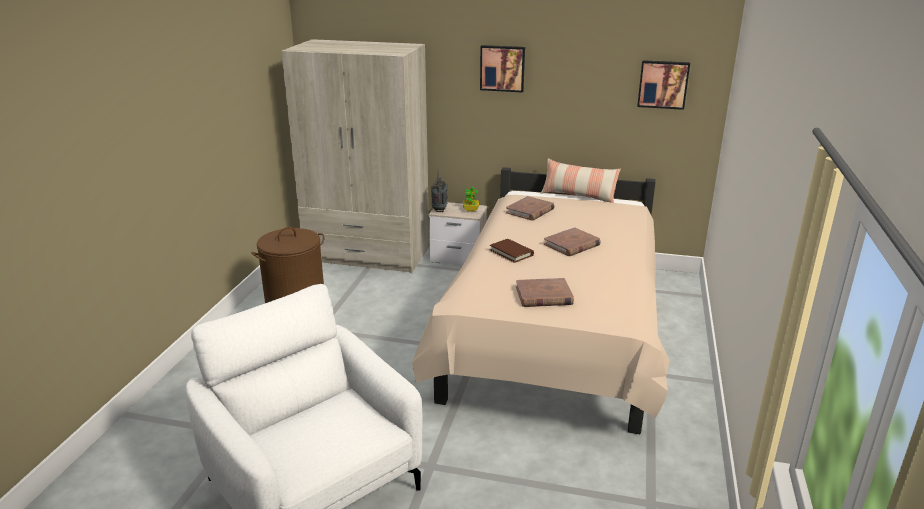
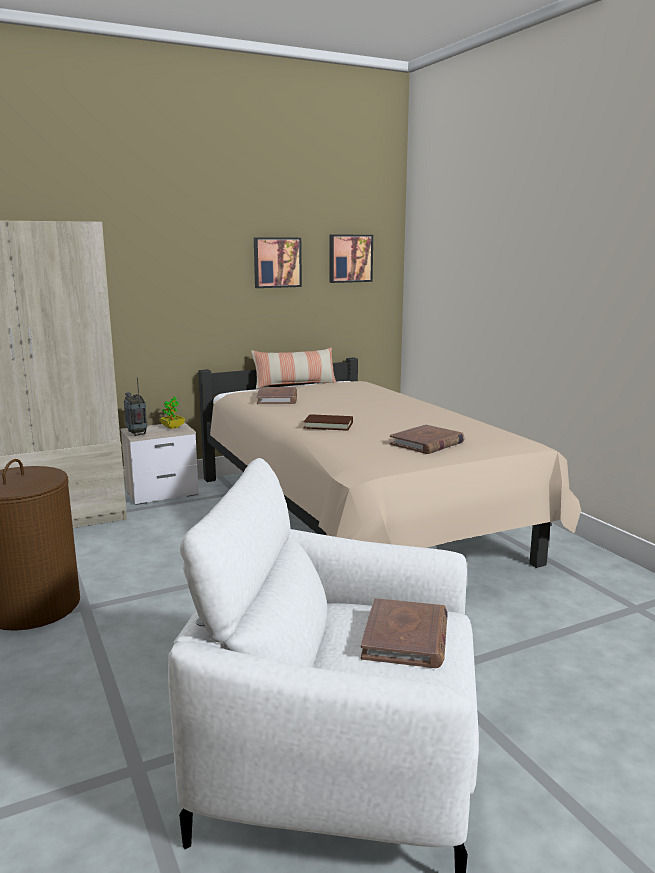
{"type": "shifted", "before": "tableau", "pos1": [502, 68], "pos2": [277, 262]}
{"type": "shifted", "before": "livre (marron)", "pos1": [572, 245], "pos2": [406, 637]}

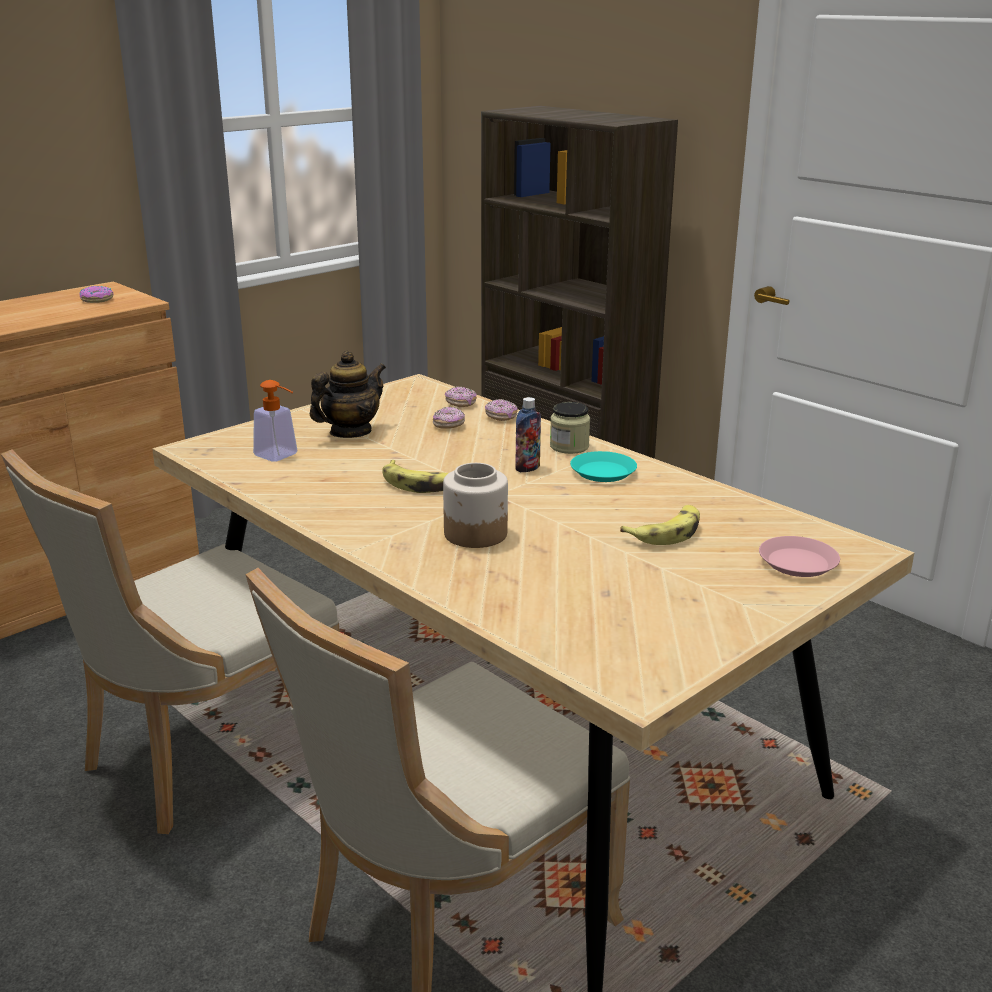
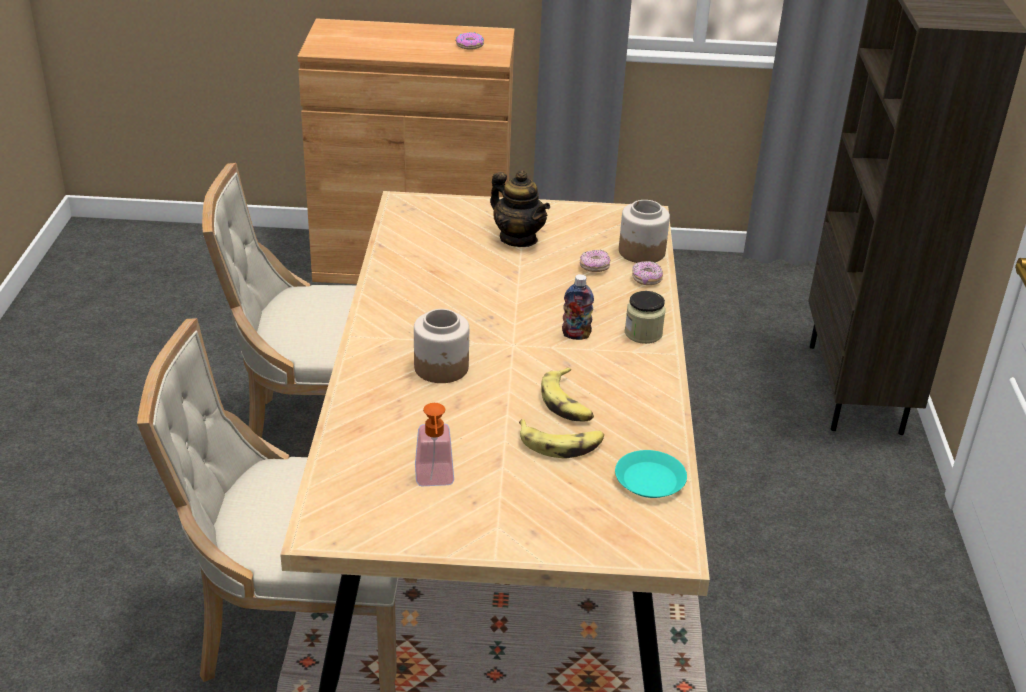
{"type": "shifted", "before": "distributeur de savon", "pos1": [281, 456], "pos2": [434, 481]}
{"type": "rotated", "before": "théière", "pos1": [350, 432], "pos2": [518, 239], "turn": 45}
{"type": "shifted", "before": "banane", "pos1": [421, 484], "pos2": [567, 403]}
{"type": "shifted", "before": "assiette (turquoise)", "pos1": [603, 472], "pos2": [650, 480]}
{"type": "swapped", "before": "beignet", "after": "bocal", "pos1": [461, 404], "pos2": [641, 251]}
{"type": "gone", "before": "assiette (rose)", "pos1": [798, 562]}

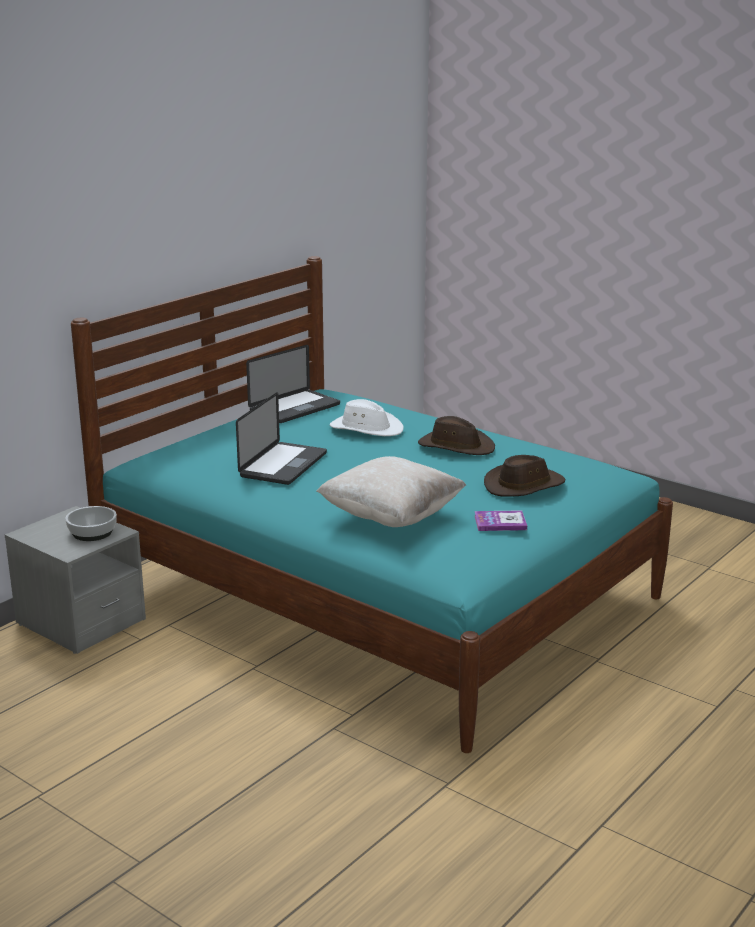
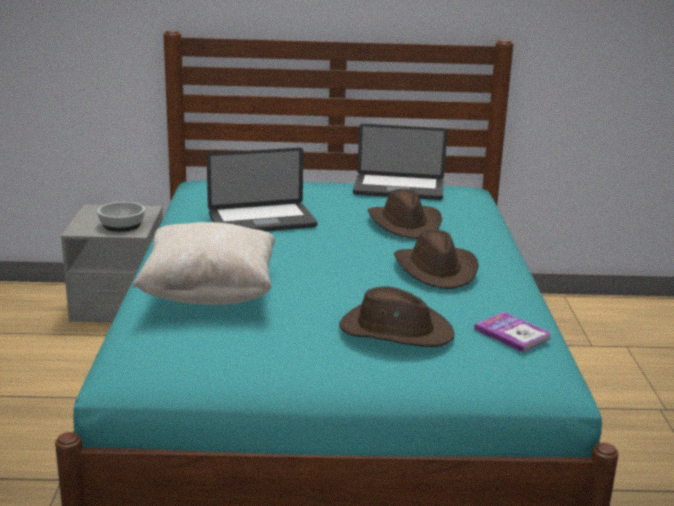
{"type": "repainted", "before": "chapeau (blanc)", "after": "chapeau (marron)", "pos1": [366, 428], "pos2": [405, 224]}
{"type": "shifted", "before": "livre", "pos1": [500, 522], "pos2": [512, 334]}

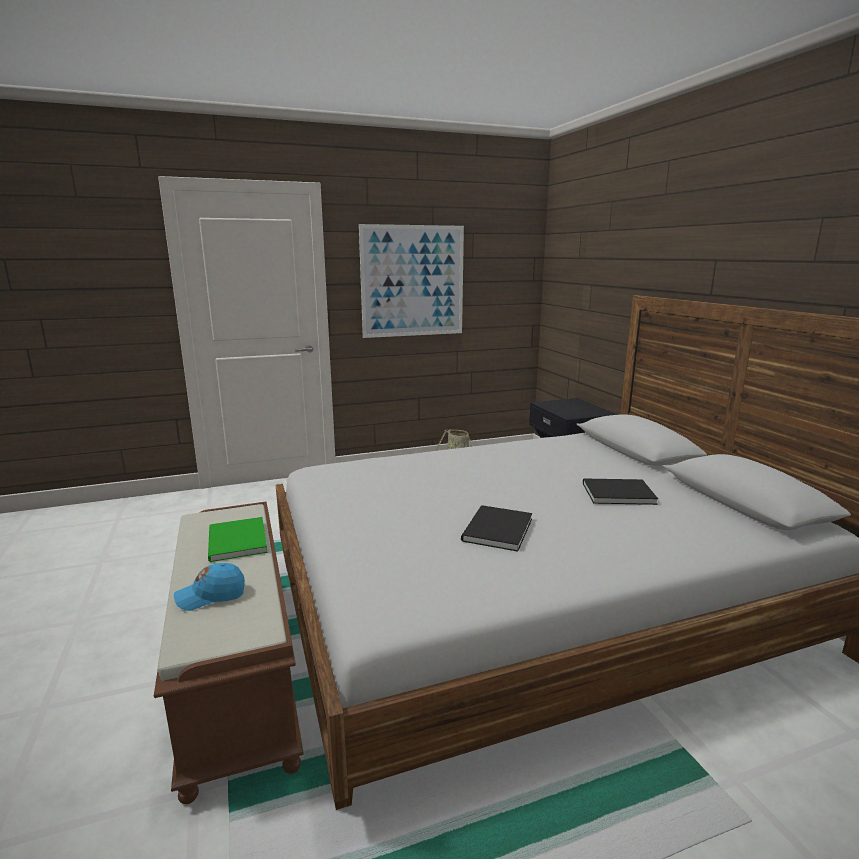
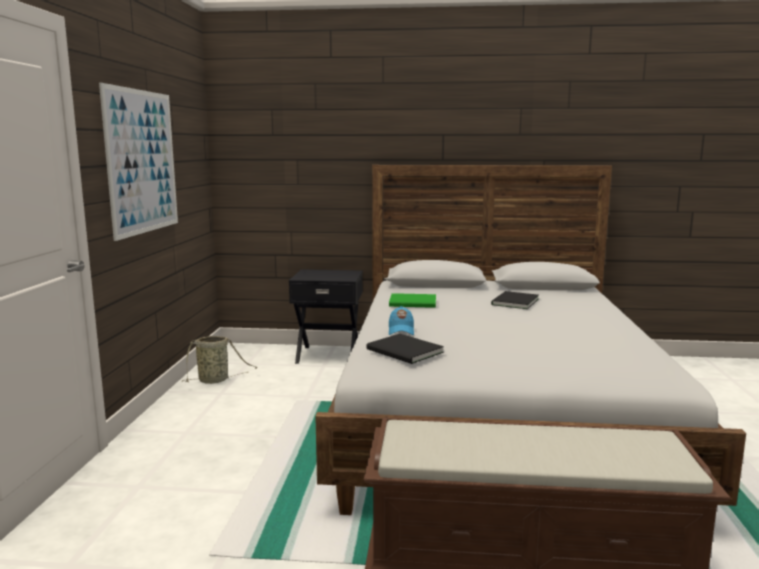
{"type": "shifted", "before": "livre (noir)", "pos1": [495, 530], "pos2": [405, 351]}
{"type": "shifted", "before": "livre (vert)", "pos1": [235, 542], "pos2": [414, 303]}
{"type": "shifted", "before": "casquette (bleu)", "pos1": [211, 596], "pos2": [401, 331]}

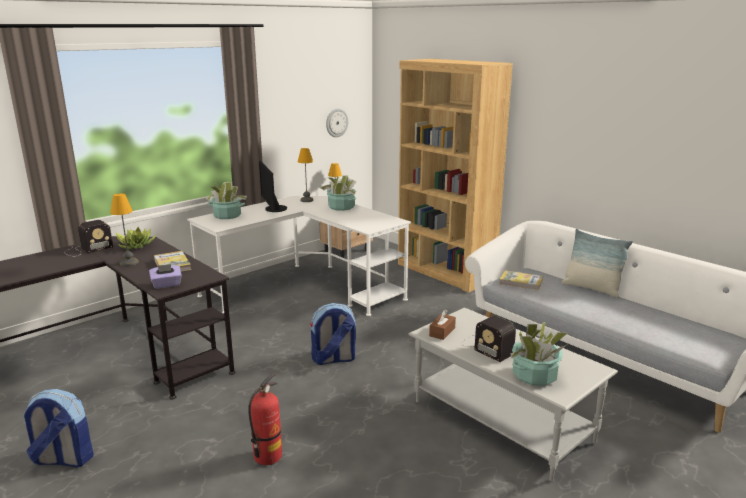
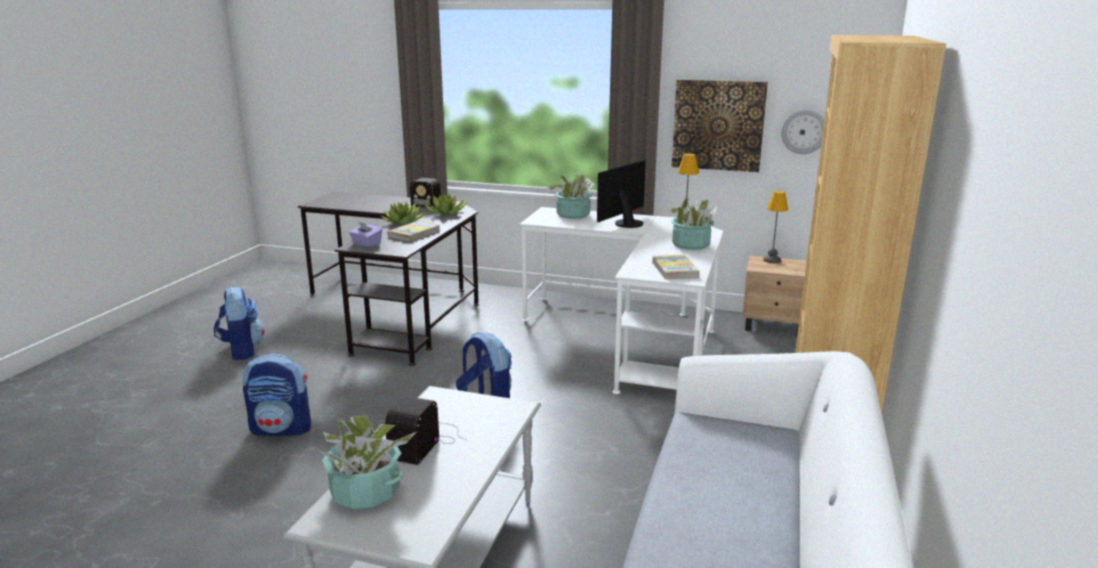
{"type": "swapped", "before": "extincteur", "after": "sac à dos", "pos1": [267, 456], "pos2": [282, 429]}
{"type": "swapped", "before": "lampe de table", "after": "plante en pot", "pos1": [129, 263], "pos2": [404, 221]}
{"type": "shifted", "before": "livre", "pos1": [521, 282], "pos2": [674, 270]}
{"type": "new", "after": "tableau", "pos2": [718, 125]}
{"type": "gone", "before": "boîte à mouchoirs (marron)", "pos1": [442, 332]}
{"type": "gone", "before": "coussin", "pos1": [591, 288]}

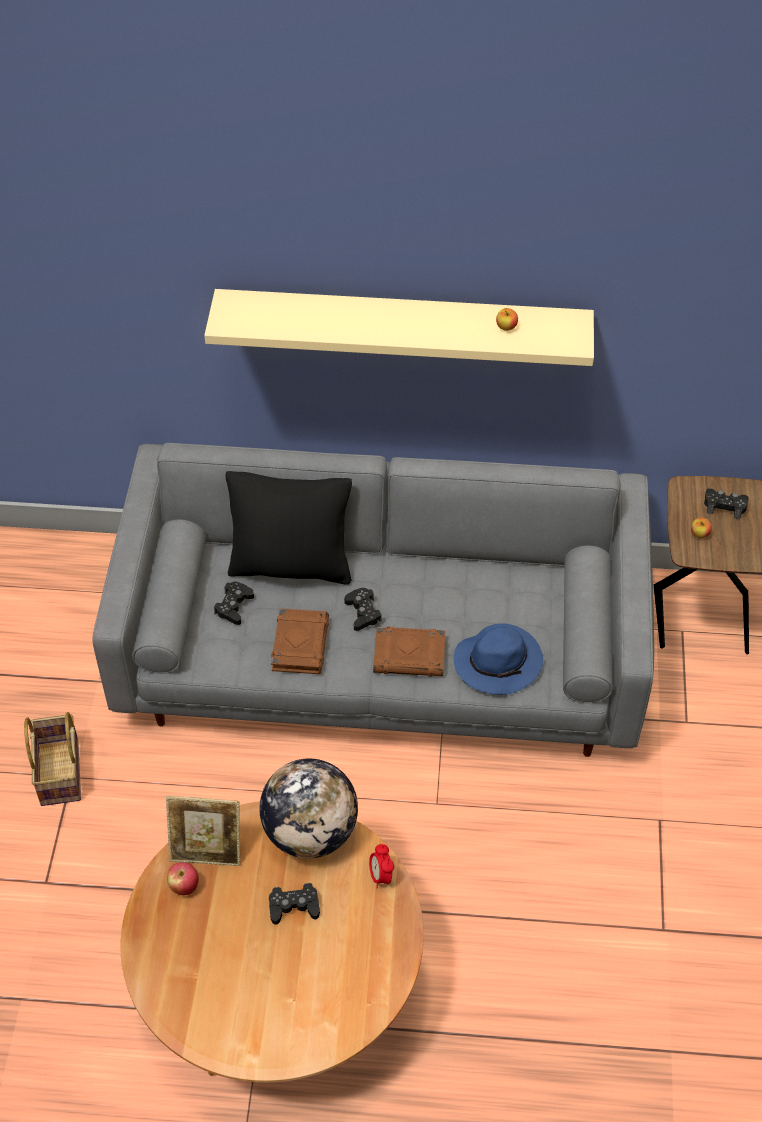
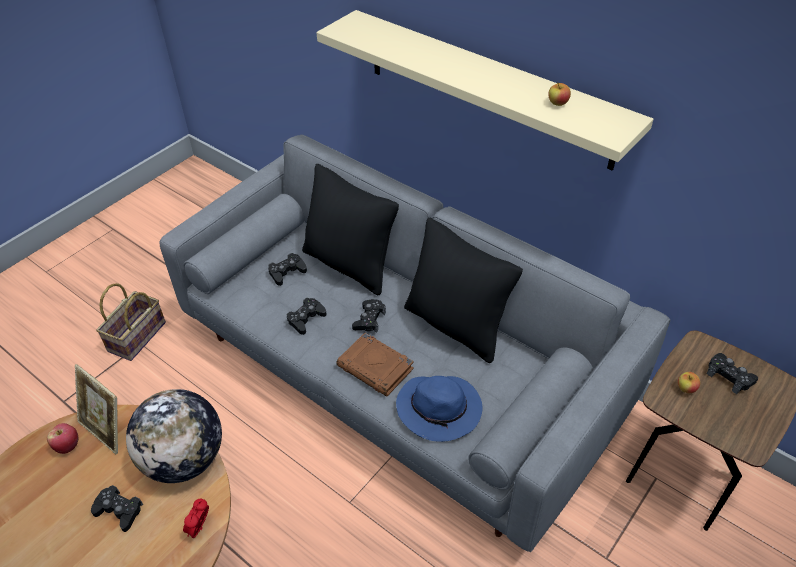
{"type": "swapped", "before": "livre (marron)", "after": "manette (noir)", "pos1": [300, 644], "pos2": [306, 319]}
{"type": "new", "after": "coussin (noir)", "pos2": [456, 326]}

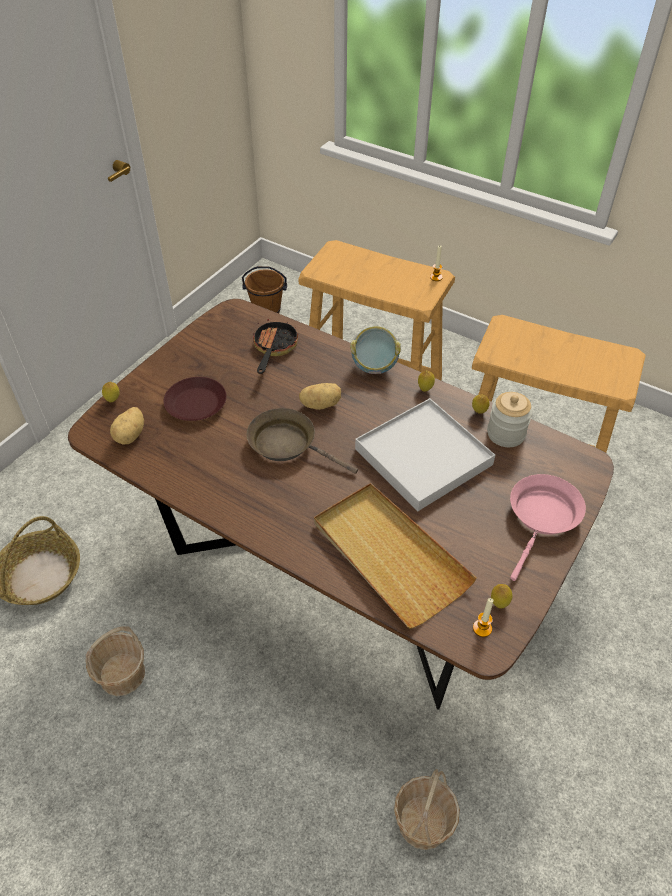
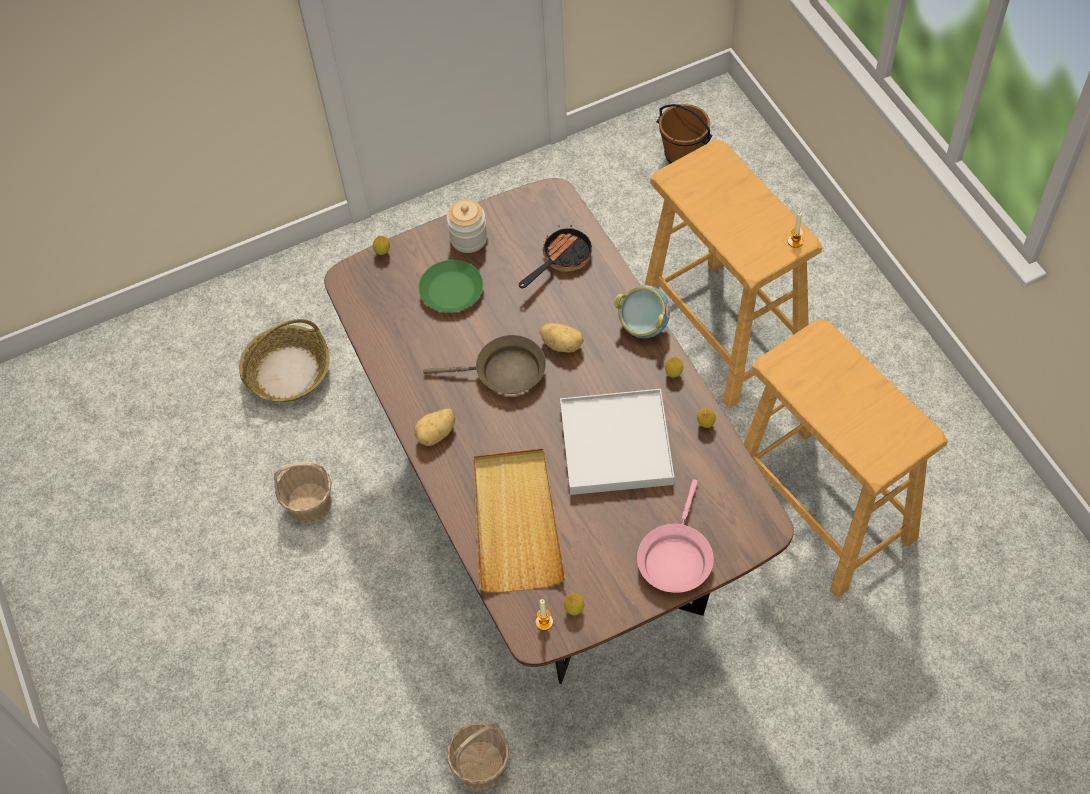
{"type": "shifted", "before": "pomme de terre", "pos1": [131, 435], "pos2": [437, 434]}
{"type": "repainted", "before": "assiette (marron)", "after": "assiette (vert)", "pos1": [196, 403], "pos2": [452, 290]}
{"type": "rotated", "before": "poêle (marron)", "pos1": [287, 444], "pos2": [504, 373], "turn": 120}
{"type": "shifted", "before": "bocal", "pos1": [506, 434], "pos2": [468, 238]}
{"type": "rotated", "before": "poêle (rose)", "pos1": [542, 518], "pos2": [675, 557], "turn": 135}

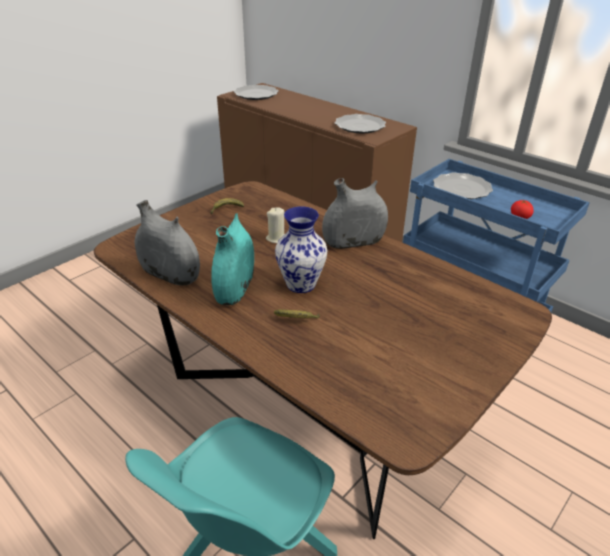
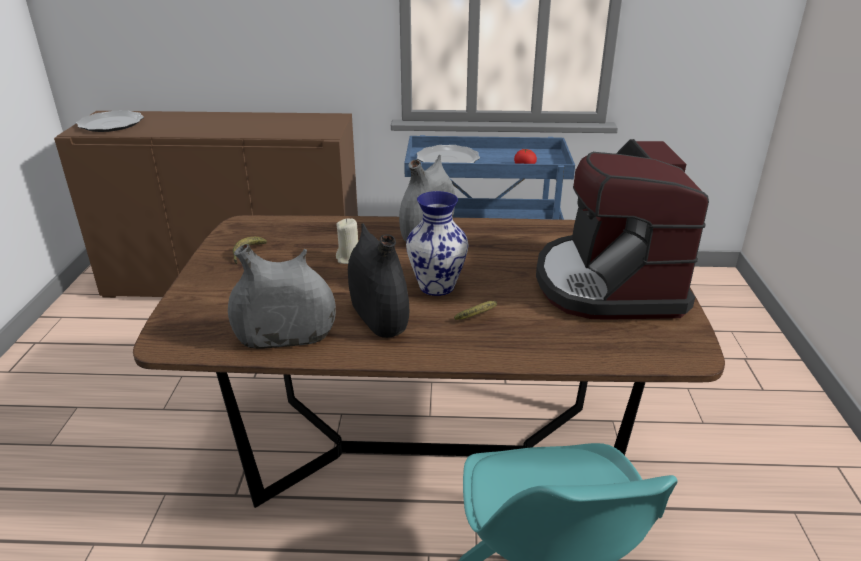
{"type": "repainted", "before": "vase (turquoise)", "after": "vase (noir)", "pos1": [235, 287], "pos2": [378, 317]}
{"type": "new", "after": "machine à café", "pos2": [608, 284]}
{"type": "gone", "before": "assiette", "pos1": [359, 126]}

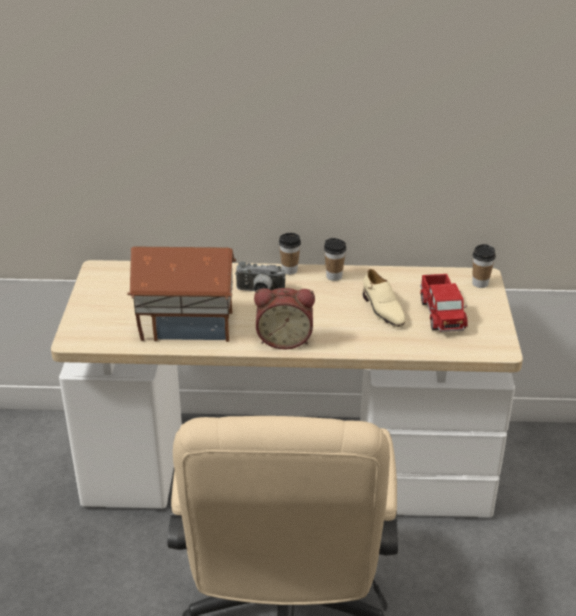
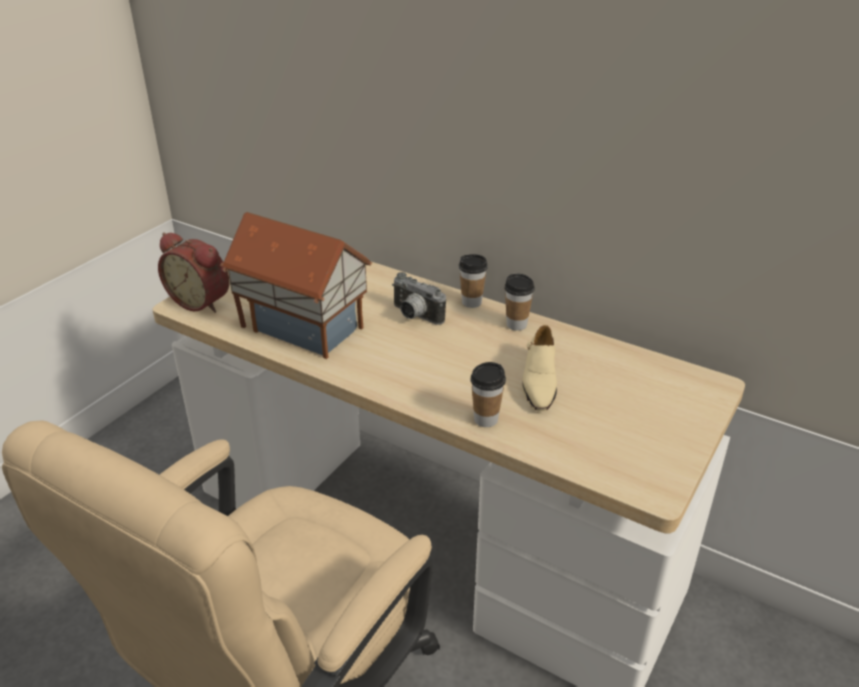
{"type": "shifted", "before": "réveil", "pos1": [284, 339], "pos2": [202, 301]}
{"type": "shifted", "before": "tasse", "pos1": [480, 283], "pos2": [486, 419]}
{"type": "gone", "before": "camion jouet", "pos1": [441, 313]}

